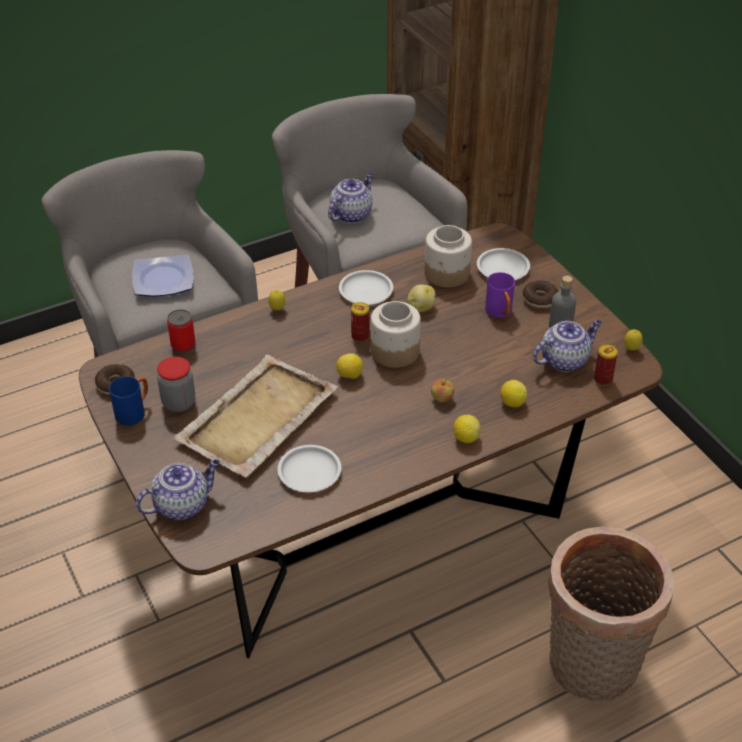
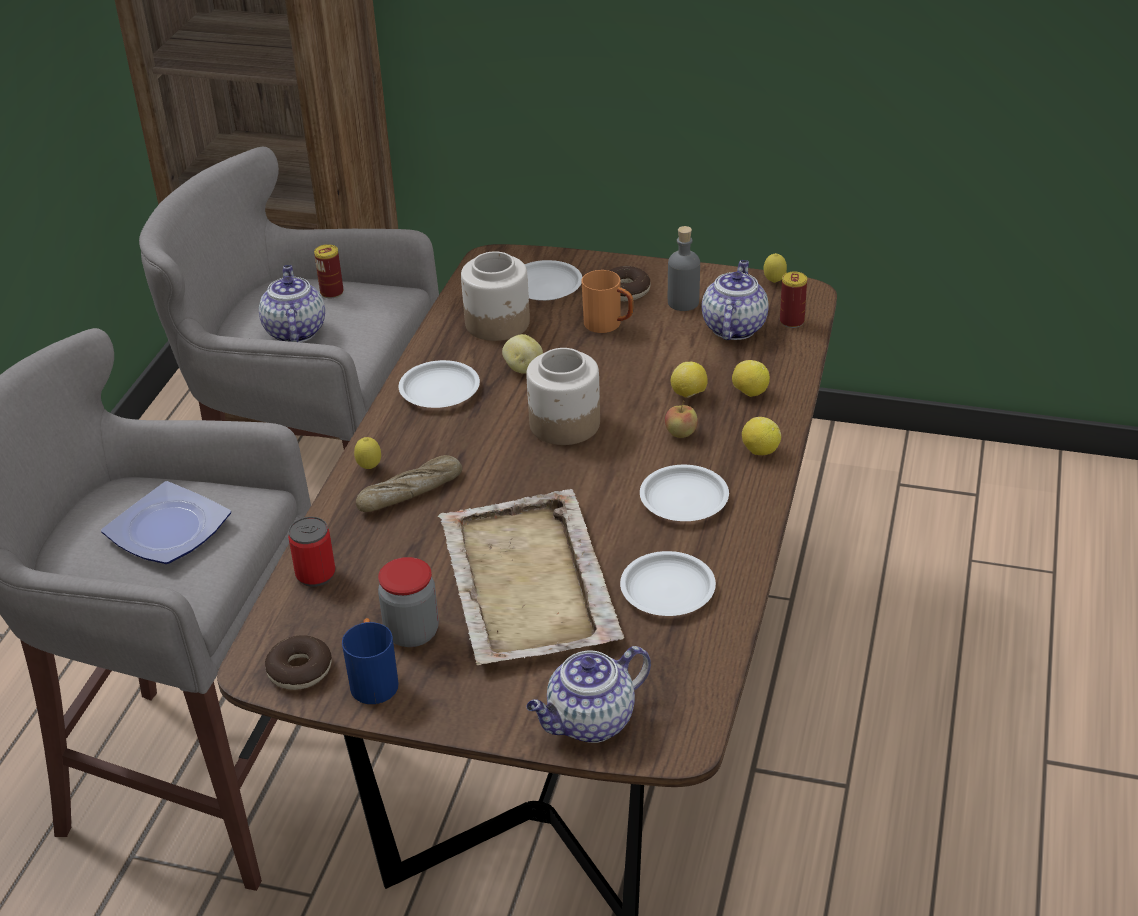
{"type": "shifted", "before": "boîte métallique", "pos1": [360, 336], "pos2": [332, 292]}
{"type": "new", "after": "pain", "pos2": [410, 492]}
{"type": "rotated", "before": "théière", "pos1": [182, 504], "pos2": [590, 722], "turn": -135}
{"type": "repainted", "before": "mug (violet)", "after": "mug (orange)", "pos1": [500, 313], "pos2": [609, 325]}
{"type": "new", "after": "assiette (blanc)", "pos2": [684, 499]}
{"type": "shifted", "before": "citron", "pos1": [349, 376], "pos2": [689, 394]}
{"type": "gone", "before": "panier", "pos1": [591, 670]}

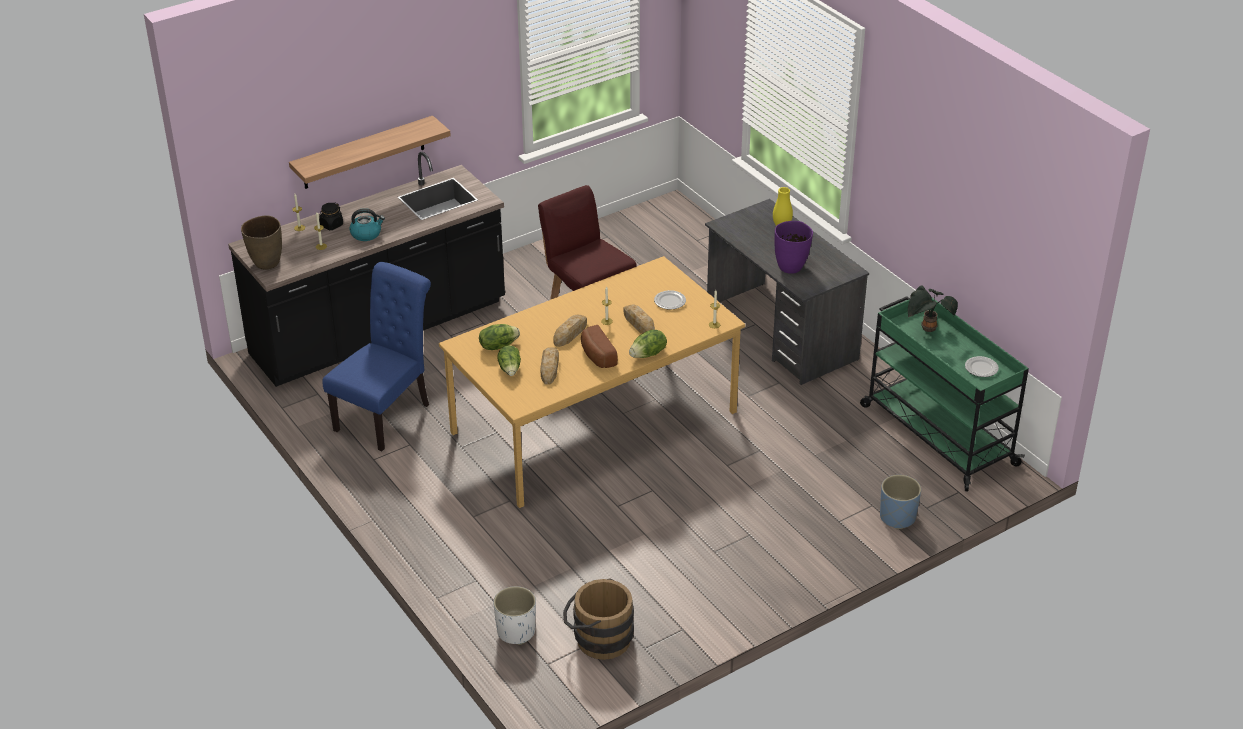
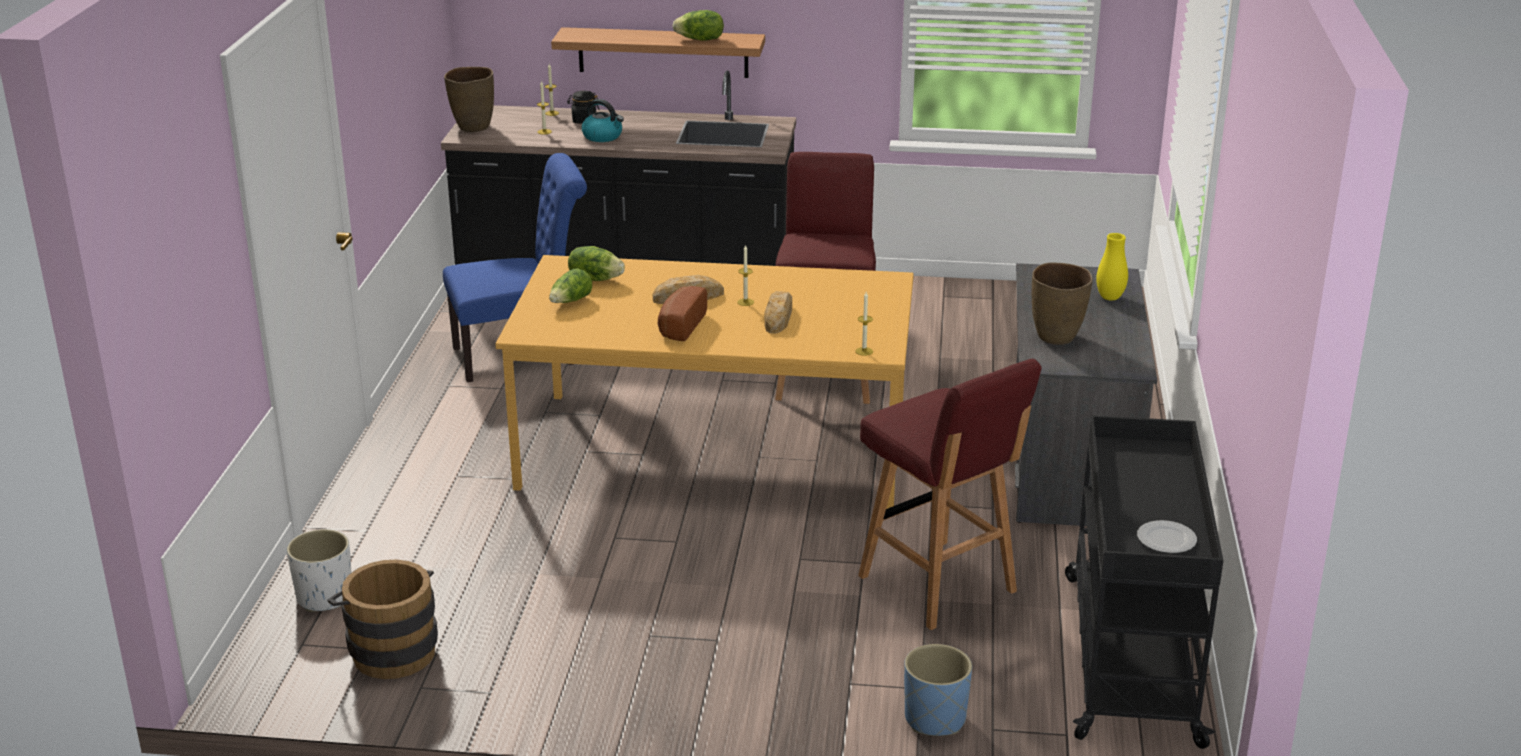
{"type": "shifted", "before": "laitue", "pos1": [648, 354], "pos2": [700, 40]}
{"type": "new", "after": "tabouret (rouge)", "pos2": [939, 586]}
{"type": "repainted", "before": "vase (violet)", "after": "vase (marron)", "pos1": [791, 267], "pos2": [1057, 337]}
{"type": "repainted", "before": "chariot (vert)", "after": "chariot (noir)", "pos1": [937, 434], "pos2": [1130, 655]}
{"type": "gone", "before": "pain", "pos1": [549, 368]}
{"type": "gone", "before": "assiette", "pos1": [670, 301]}
{"type": "gone", "before": "plante en pot", "pos1": [927, 329]}

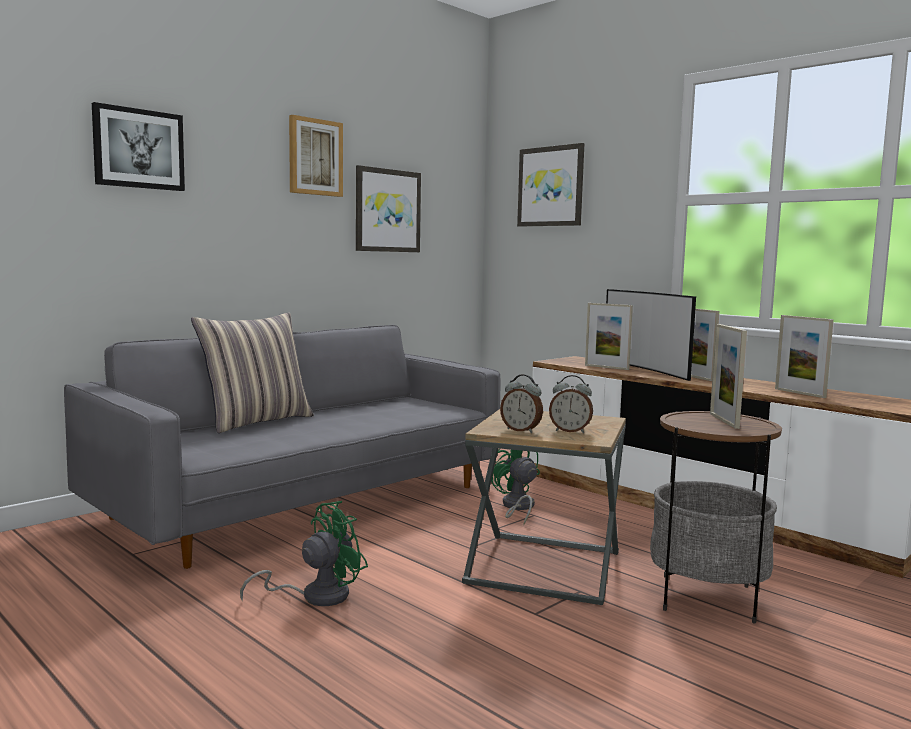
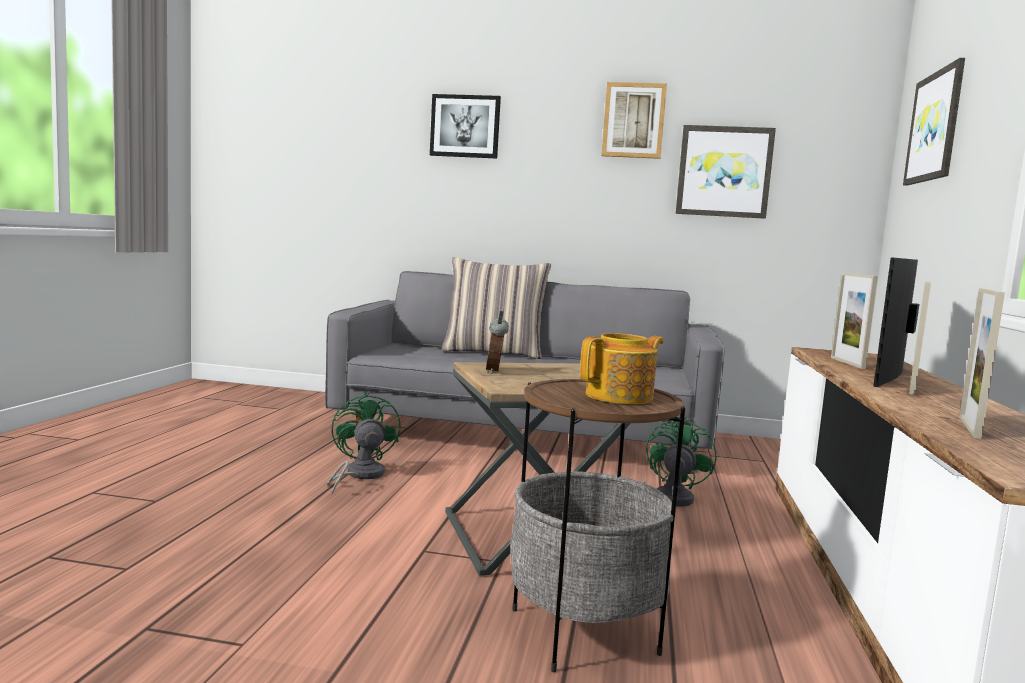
{"type": "rotated", "before": "ventilateur (vert)", "pos1": [315, 596], "pos2": [359, 475], "turn": -120}
{"type": "swapped", "before": "cadre photo", "after": "théière", "pos1": [724, 421], "pos2": [621, 396]}
{"type": "gone", "before": "réveil", "pos1": [570, 431]}

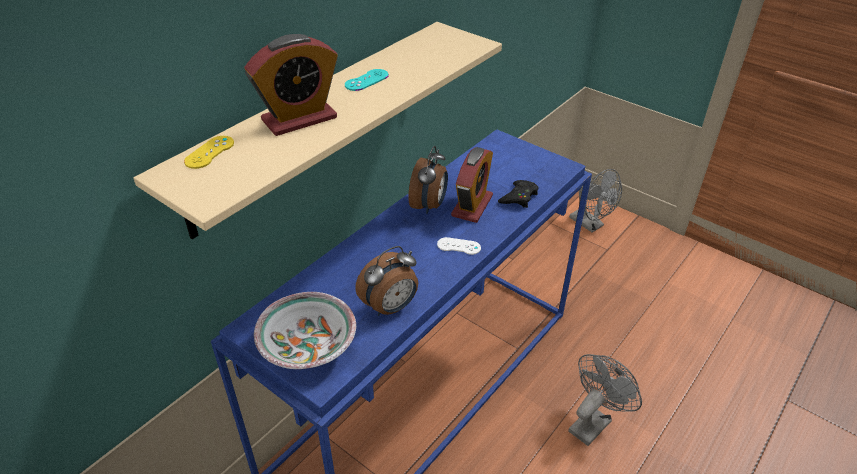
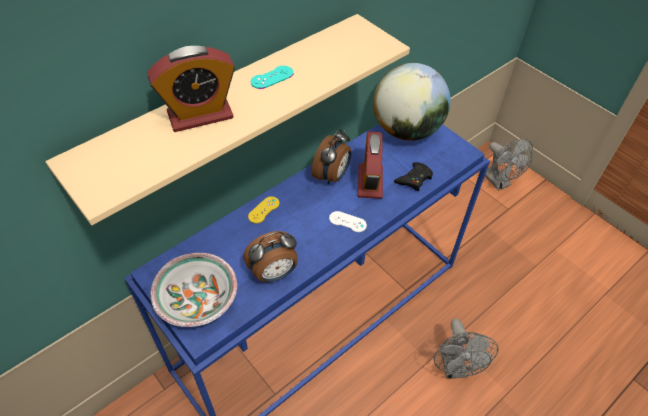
{"type": "shifted", "before": "manette (jaune)", "pos1": [209, 152], "pos2": [264, 210]}
{"type": "rotated", "before": "réveil", "pos1": [472, 206], "pos2": [370, 182], "turn": 150}
{"type": "new", "after": "globe", "pos2": [406, 130]}
{"type": "rotated", "before": "ventilateur (gris)", "pos1": [593, 421], "pos2": [454, 368], "turn": 120}

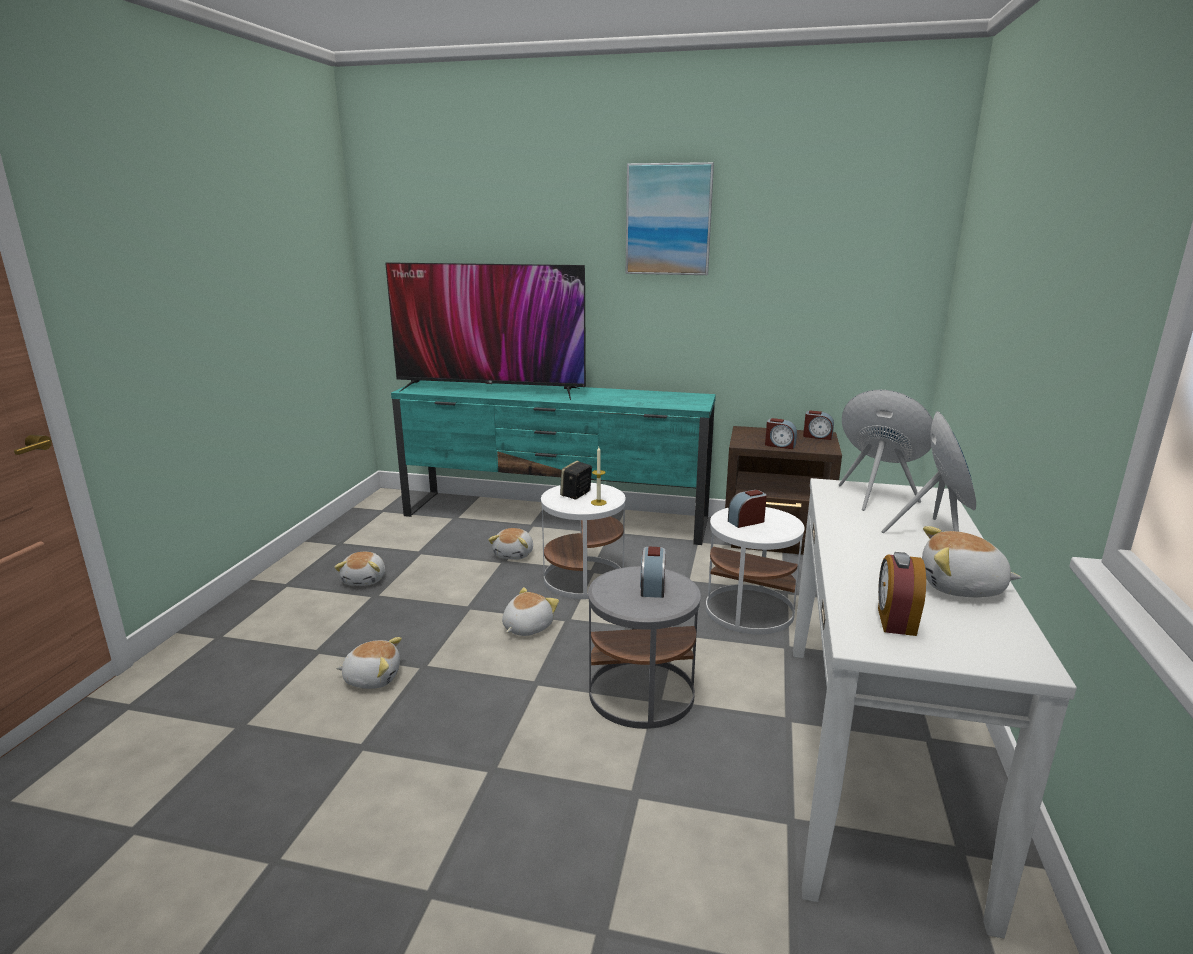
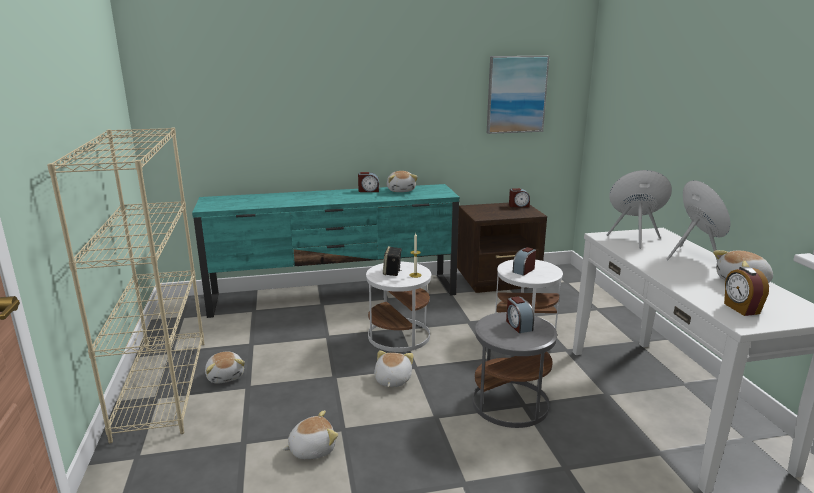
{"type": "new", "after": "bibliothèque (beige)", "pos2": [162, 386]}
{"type": "shifted", "before": "réveil", "pos1": [780, 445], "pos2": [368, 190]}
{"type": "shifted", "before": "peluche", "pos1": [514, 554], "pos2": [401, 190]}
{"type": "shifted", "before": "tableau", "pos1": [668, 220], "pos2": [516, 94]}
{"type": "gone", "before": "téléviseur", "pos1": [491, 389]}

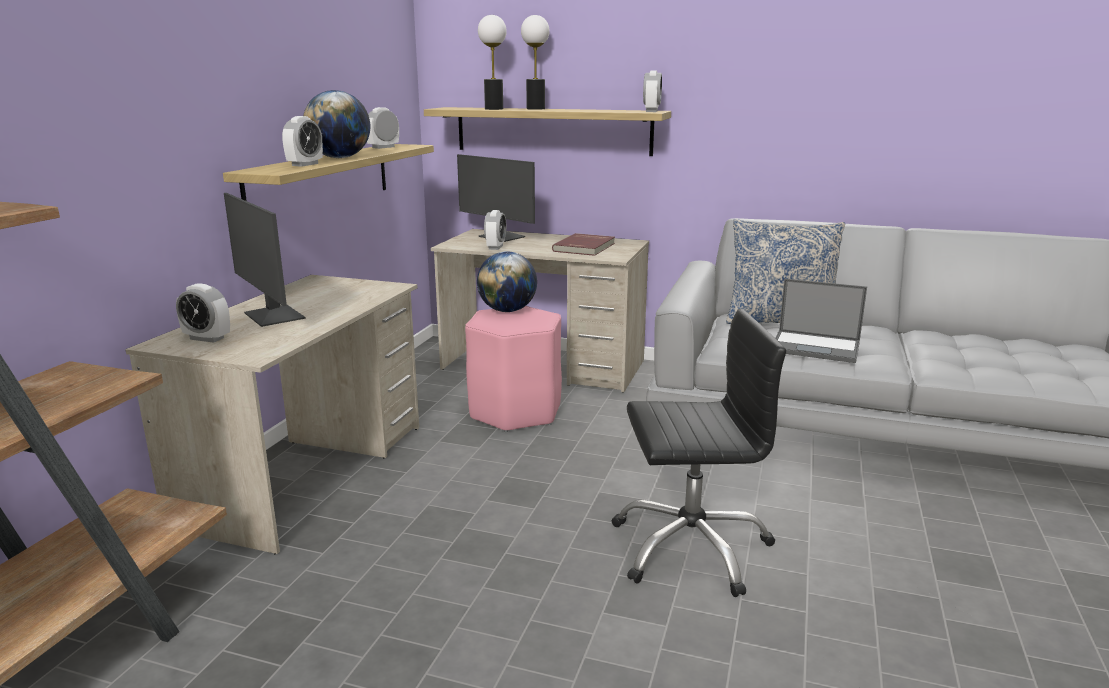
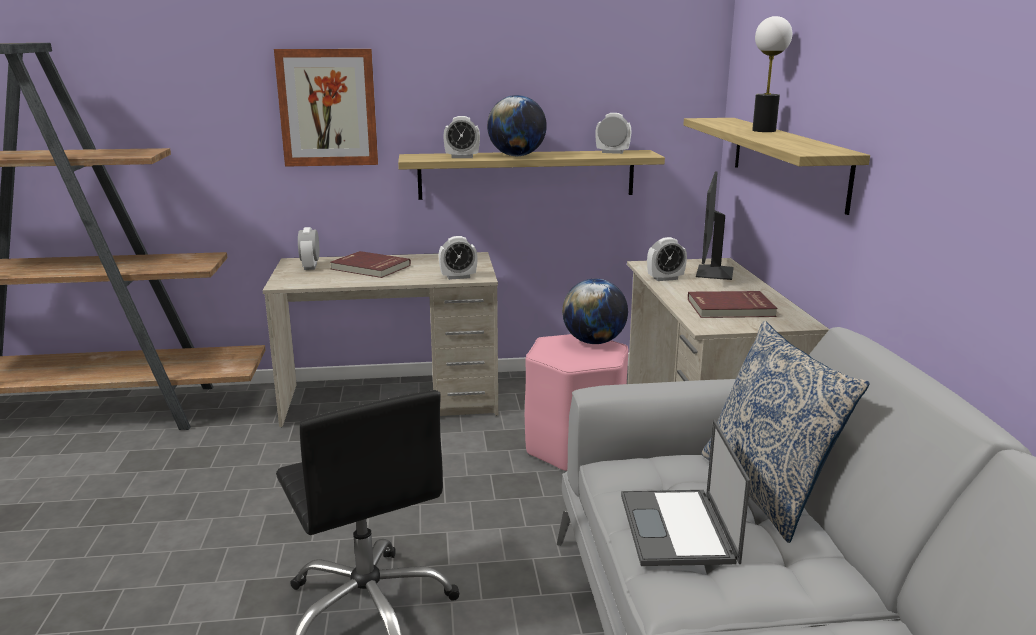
{"type": "new", "after": "tableau", "pos2": [328, 108]}
{"type": "swapped", "before": "écran d'ordinateur", "after": "livre (rouge)", "pos1": [272, 316], "pos2": [369, 268]}
{"type": "shifted", "before": "réveil", "pos1": [651, 111], "pos2": [458, 277]}
{"type": "gone", "before": "lampe de table", "pos1": [493, 109]}

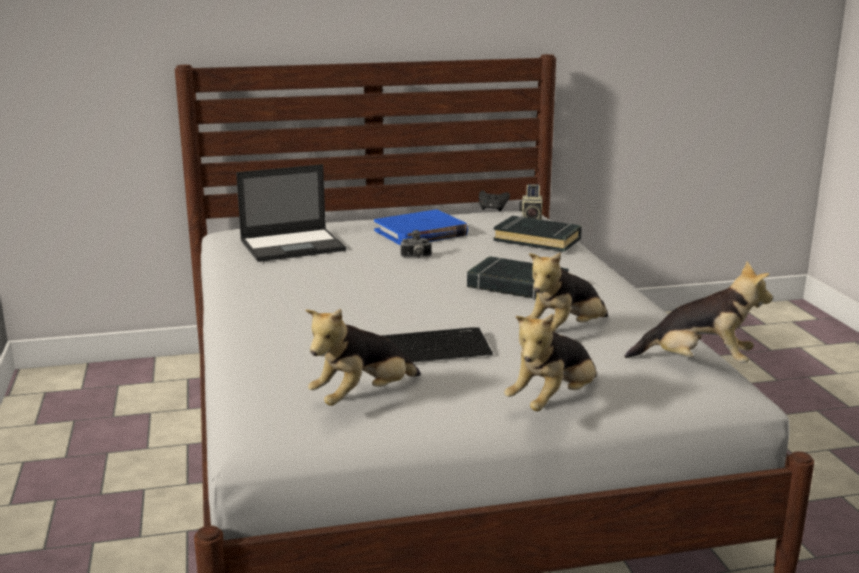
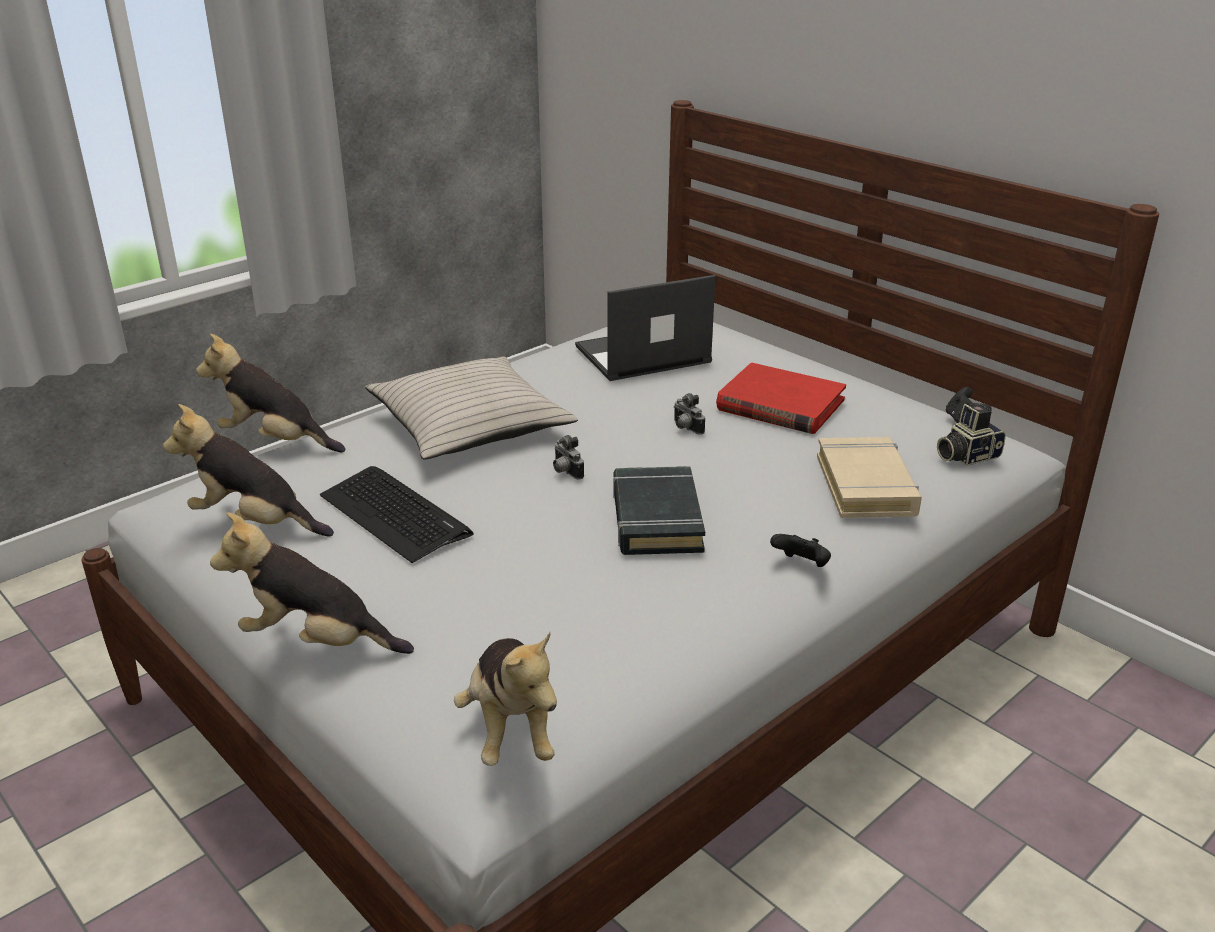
{"type": "shifted", "before": "peluche", "pos1": [565, 333], "pos2": [275, 441]}
{"type": "new", "after": "coussin (beige)", "pos2": [469, 425]}
{"type": "new", "after": "appareil photo", "pos2": [565, 472]}
{"type": "rotated", "before": "ordinateur portable", "pos1": [293, 245], "pos2": [641, 355], "turn": 120}
{"type": "repainted", "before": "livre (bleu)", "after": "livre (rouge)", "pos1": [420, 233], "pos2": [780, 405]}
{"type": "new", "after": "manette (noir)", "pos2": [801, 565]}
{"type": "repainted", "before": "livre (noir)", "after": "livre (beige)", "pos1": [537, 239], "pos2": [866, 485]}

